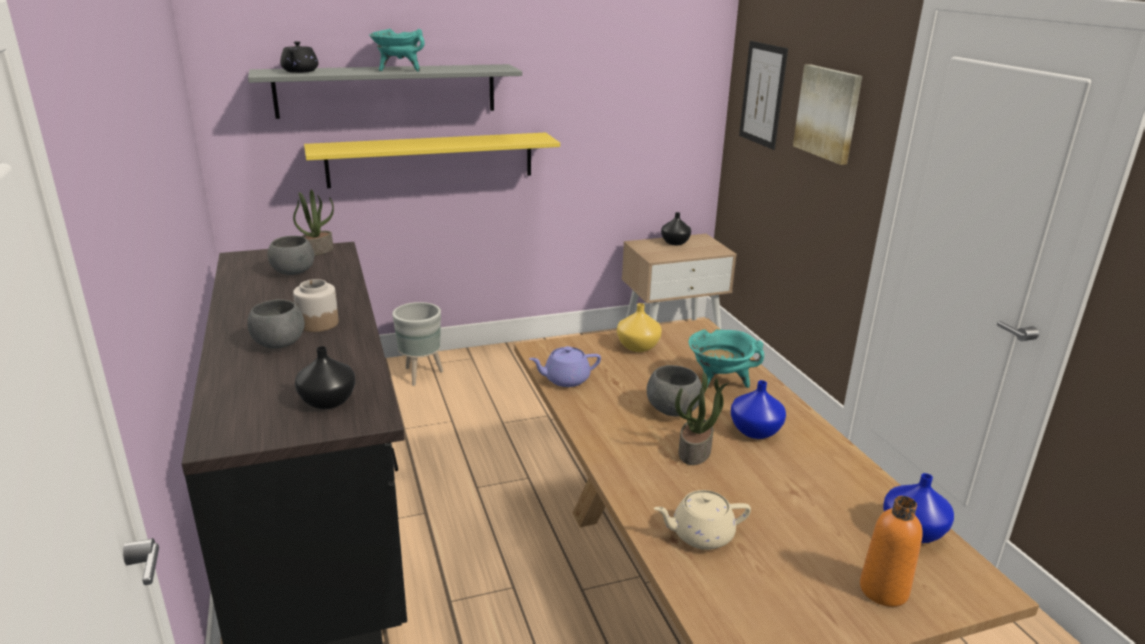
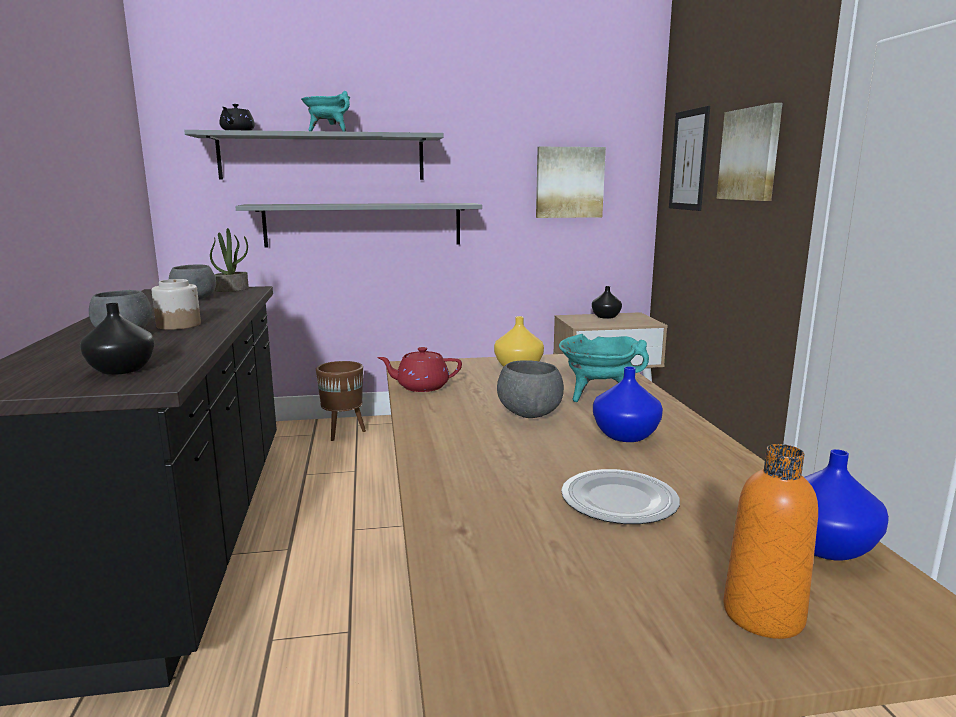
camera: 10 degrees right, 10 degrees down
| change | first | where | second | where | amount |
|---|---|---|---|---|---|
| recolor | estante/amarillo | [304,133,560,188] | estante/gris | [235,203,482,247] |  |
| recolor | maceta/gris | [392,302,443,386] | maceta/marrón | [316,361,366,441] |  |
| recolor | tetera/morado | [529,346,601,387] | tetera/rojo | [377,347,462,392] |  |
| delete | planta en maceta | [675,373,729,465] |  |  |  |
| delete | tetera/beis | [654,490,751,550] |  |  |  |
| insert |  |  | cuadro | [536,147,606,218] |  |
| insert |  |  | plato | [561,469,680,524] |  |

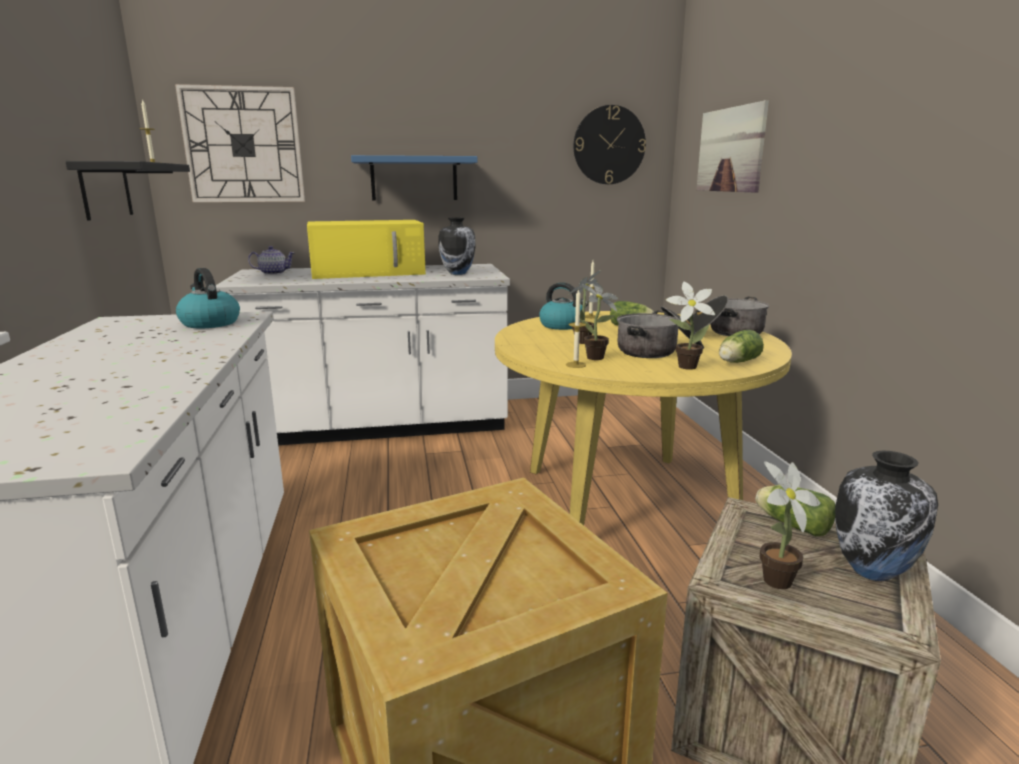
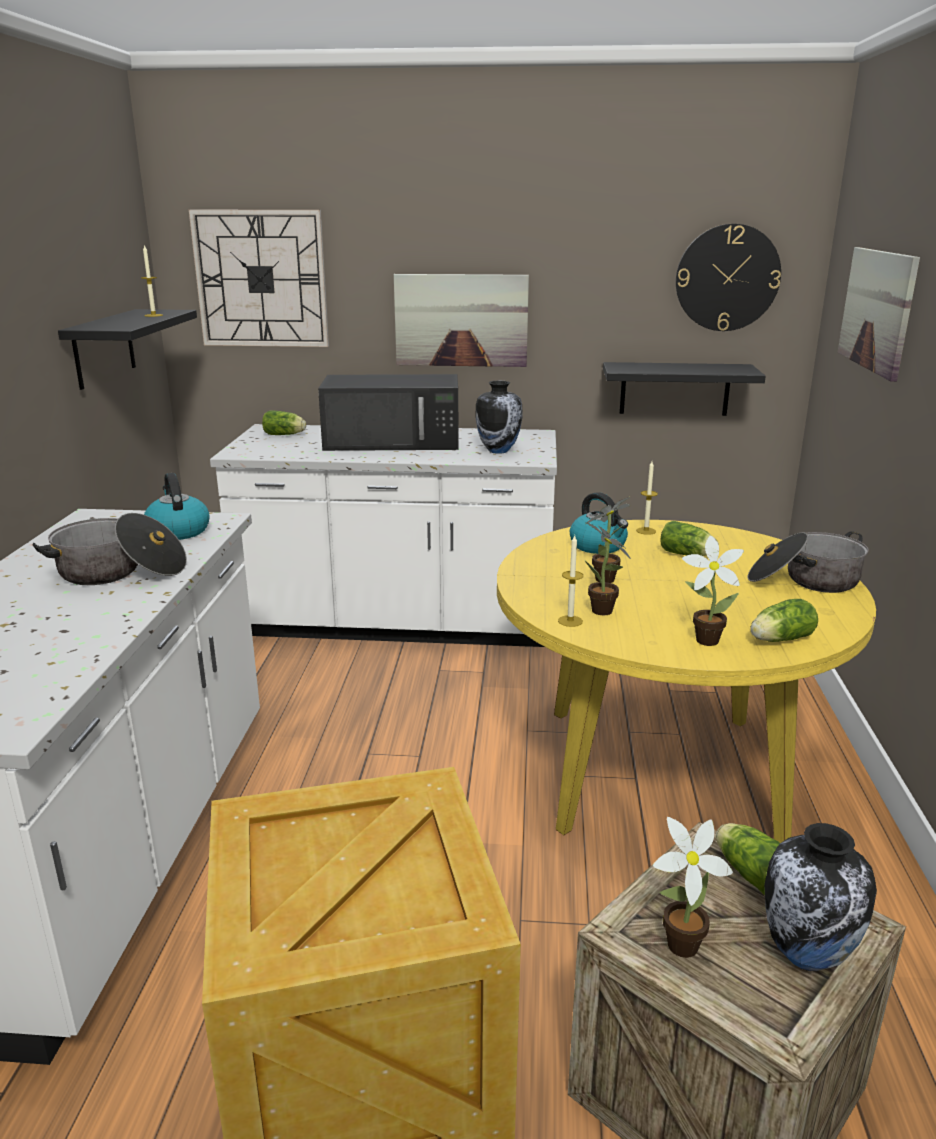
camera: 15 degrees right, 5 degrees up
| change | first | where | second | where | amount |
|---|---|---|---|---|---|
| replace | estante/azul | [351,155,477,200] | cuadro | [394,274,529,367] |  |
| recolor | microondas/amarillo | [307,220,426,279] | microondas/negro | [318,374,459,451] |  |
| replace | tetera | [248,246,295,275] | lechuga | [262,410,306,435] |  |
| move | olla | [617,306,704,358] |  | [33,513,187,585] |  |
| insert |  |  | estante/negro | [603,362,766,416] |  |

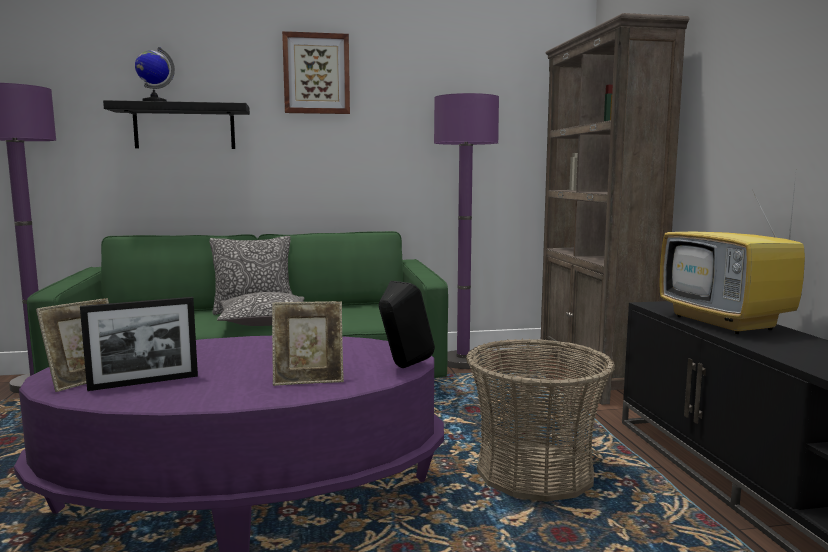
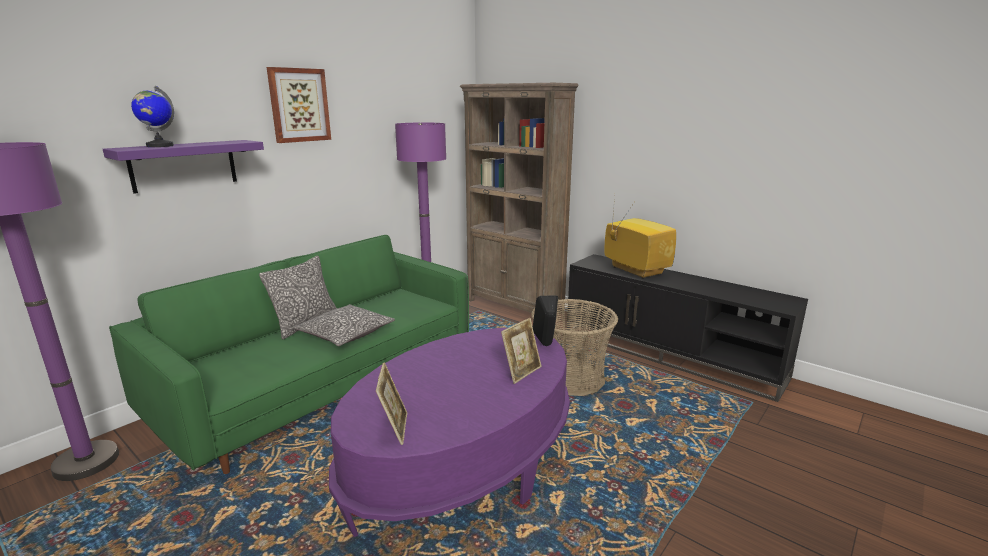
camera: 40 degrees left, 10 degrees up
| change | first | where | second | where | amount |
|---|---|---|---|---|---|
| recolor | estante/negro | [103,100,250,149] | estante/morado | [103,140,264,194] |  |
| rotate | televisor | [659,175,805,334] |  | [604,197,676,279] | 150 degrees counterclockwise |
| delete | portarretratos | [80,297,198,391] |  |  |  |

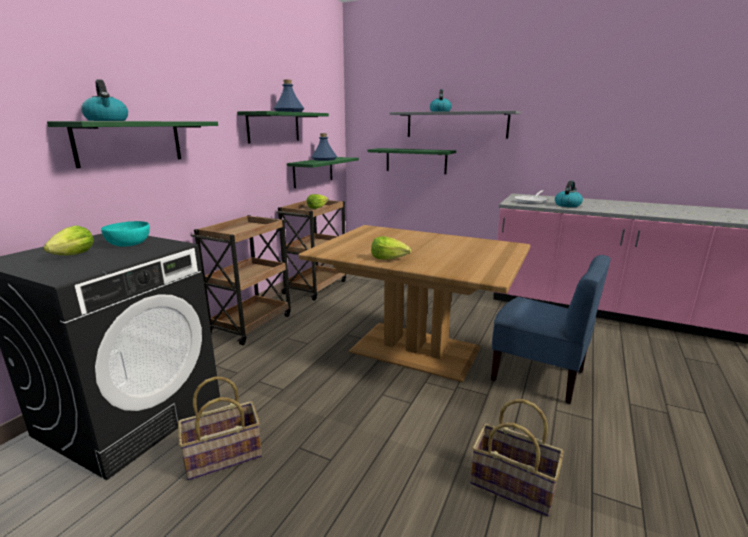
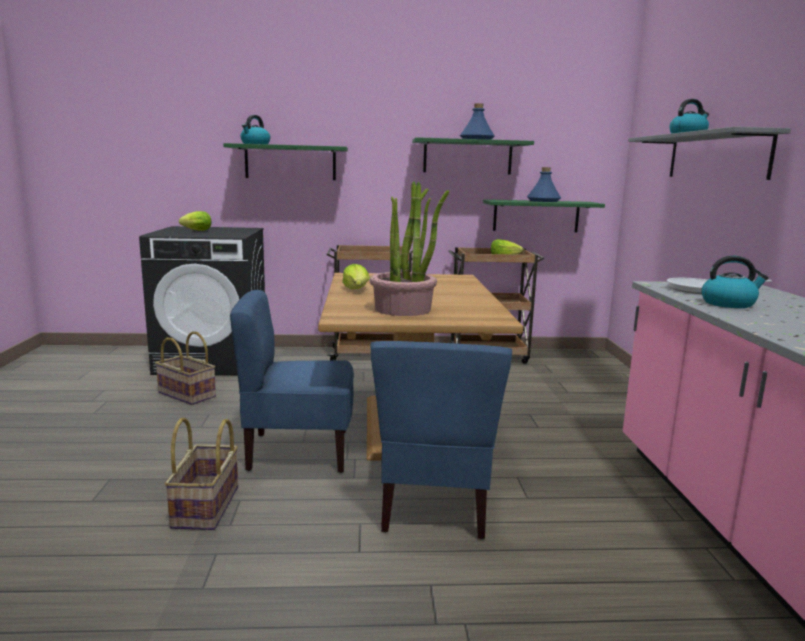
camera: 60 degrees right, 5 degrees down
| change | first | where | second | where | amount |
|---|---|---|---|---|---|
| delete | estante/verde | [368,148,456,174] |  |  |  |
| delete | cuenco/turquesa | [101,221,150,247] |  |  |  |
| insert |  |  | planta en maceta | [369,181,449,316] |  |
| insert |  |  | silla/azul | [230,290,354,473] |  |

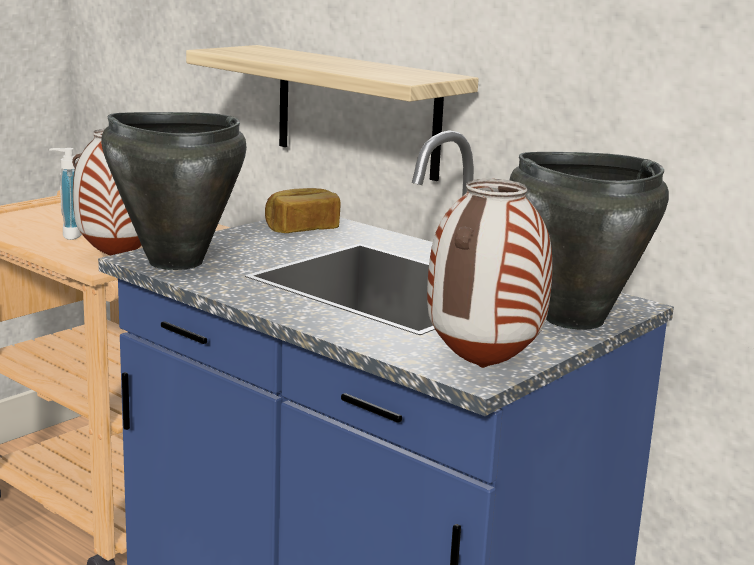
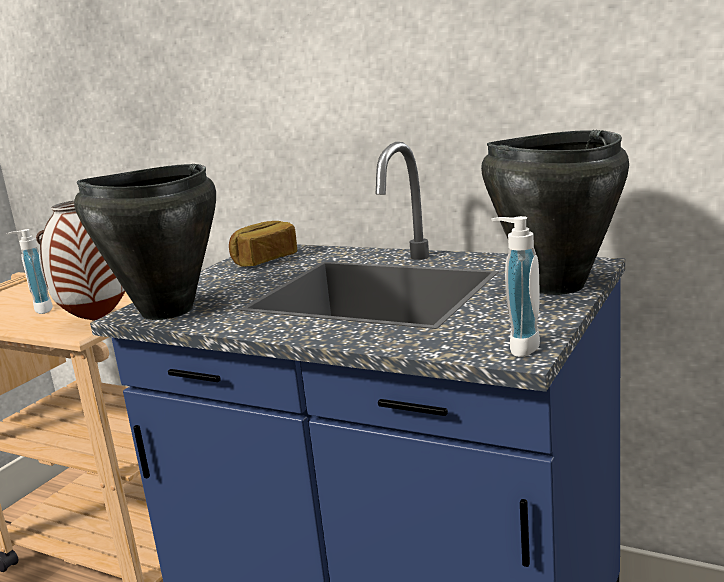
camera: 10 degrees left, 0 degrees up
| change | first | where | second | where | amount |
|---|---|---|---|---|---|
| delete | estante | [186,45,478,181] |  |  |  |
| replace | florero | [427,179,552,368] | dispensador de jabón | [491,216,540,357] |  |

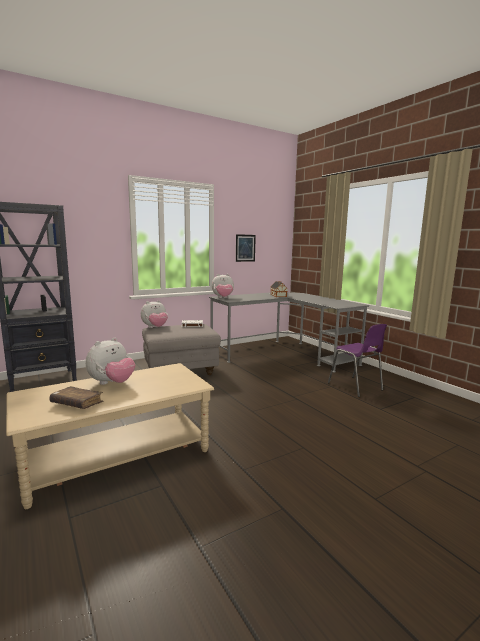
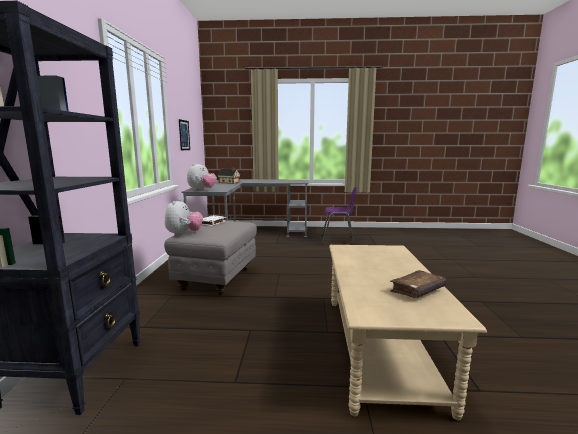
camera: 55 degrees left, 0 degrees up
| change | first | where | second | where | amount |
|---|---|---|---|---|---|
| delete | peluche | [86,337,135,385] |  |  |  |

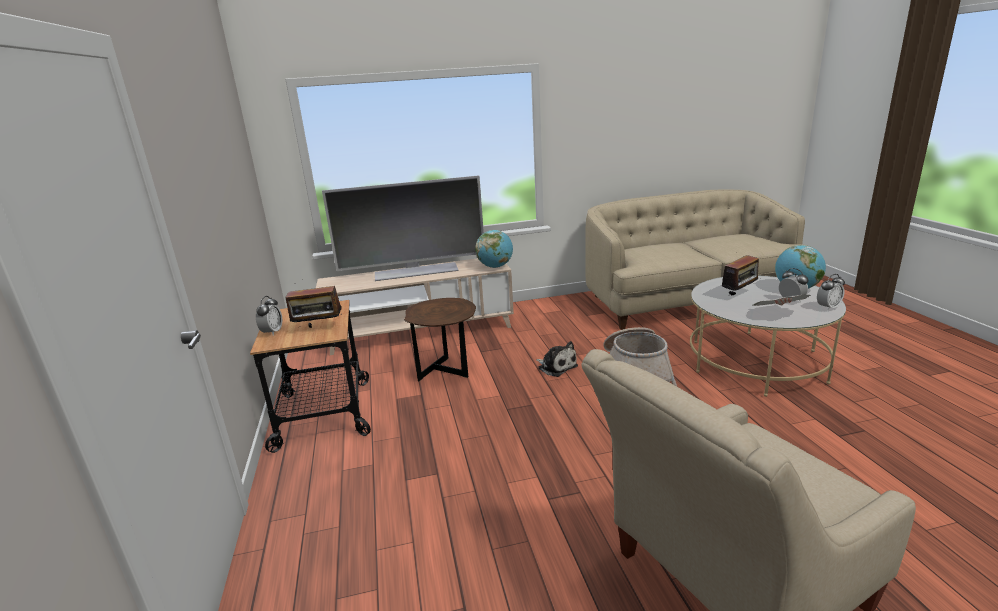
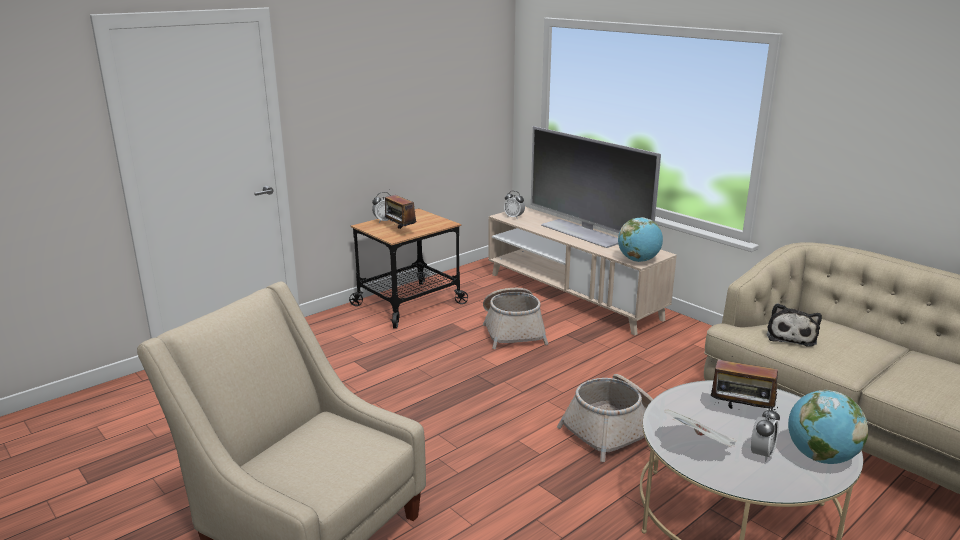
camera: 60 degrees right, 0 degrees up
| change | first | where | second | where | amount |
|---|---|---|---|---|---|
| move | despertador | [817,274,845,311] |  | [504,191,525,219] |  |
| replace | mesa auxiliar/marrón | [404,298,476,381] | cesta | [483,288,548,349] |  |
| move | peluche | [536,341,578,377] |  | [767,303,822,347] |  |

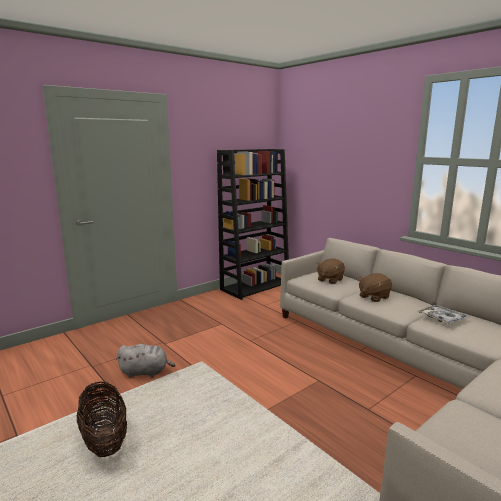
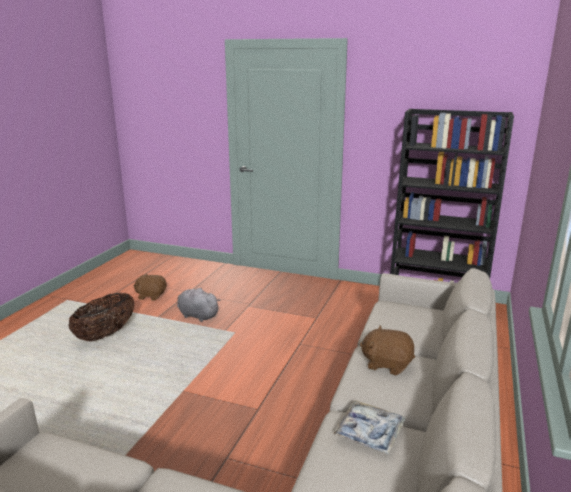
camera: 60 degrees right, 5 degrees up
| change | first | where | second | where | amount |
|---|---|---|---|---|---|
| move | peluche/marrón | [316,258,345,284] |  | [134,274,167,301] |  |
| rotate | peluche/gris | [116,344,175,378] |  | [177,288,221,322] | 150 degrees clockwise |

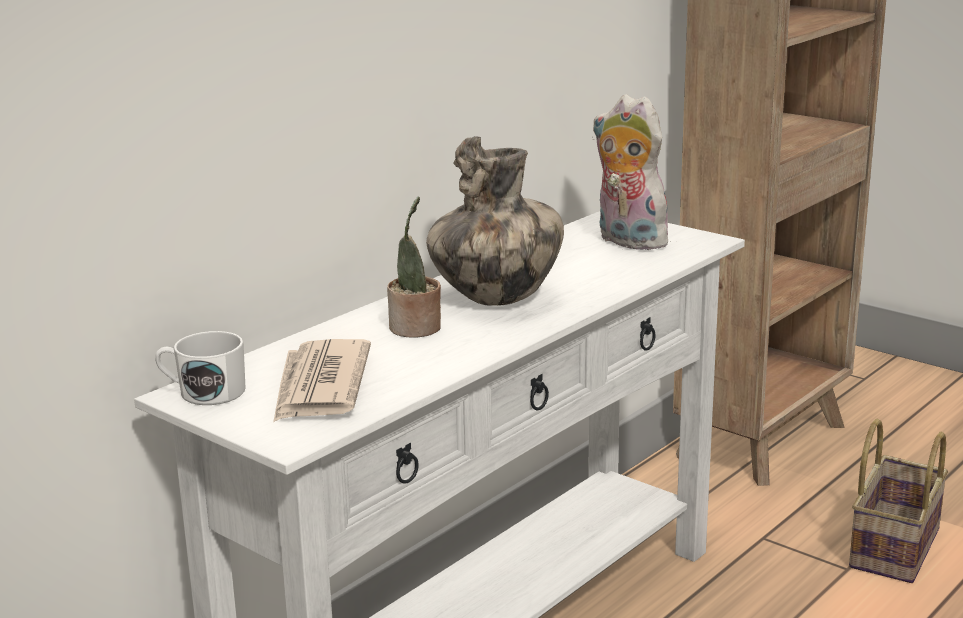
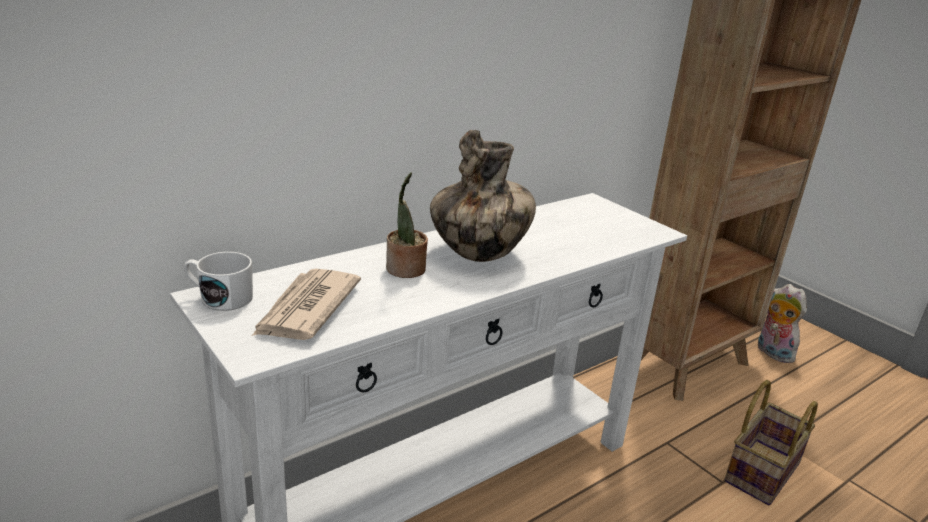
camera: 10 degrees right, 5 degrees up
| change | first | where | second | where | amount |
|---|---|---|---|---|---|
| move | peluche | [592,94,677,250] |  | [758,284,807,363] |  |

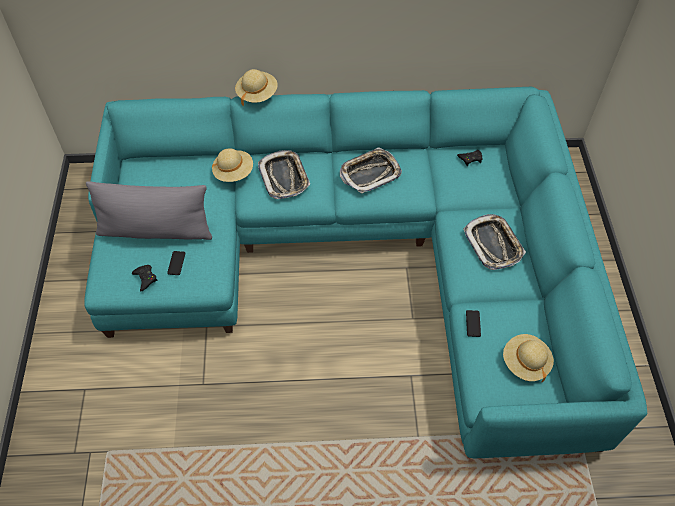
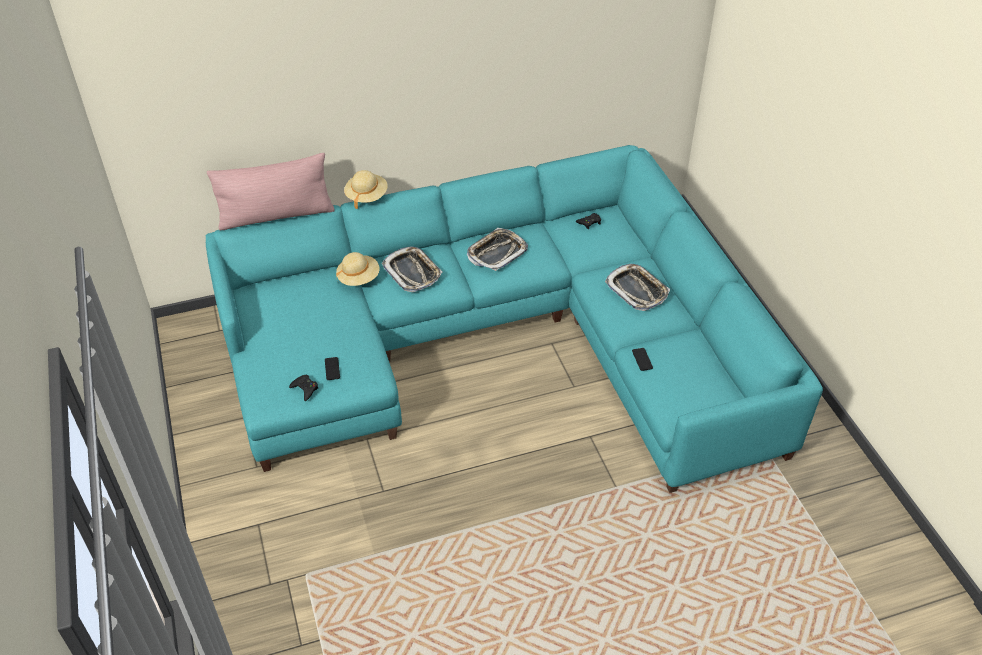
camera: 15 degrees left, 10 degrees down
| change | first | where | second | where | amount |
|---|---|---|---|---|---|
| delete | cojín/gris | [86,181,212,240] |  |  |  |
| delete | sombrero/beis | [503,334,554,382] |  |  |  |
| insert |  |  | cojín/rosa | [207,153,335,230] |  |

